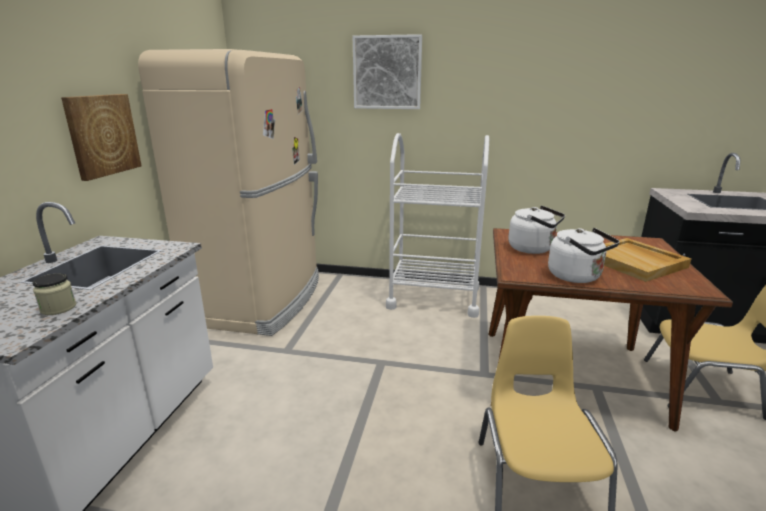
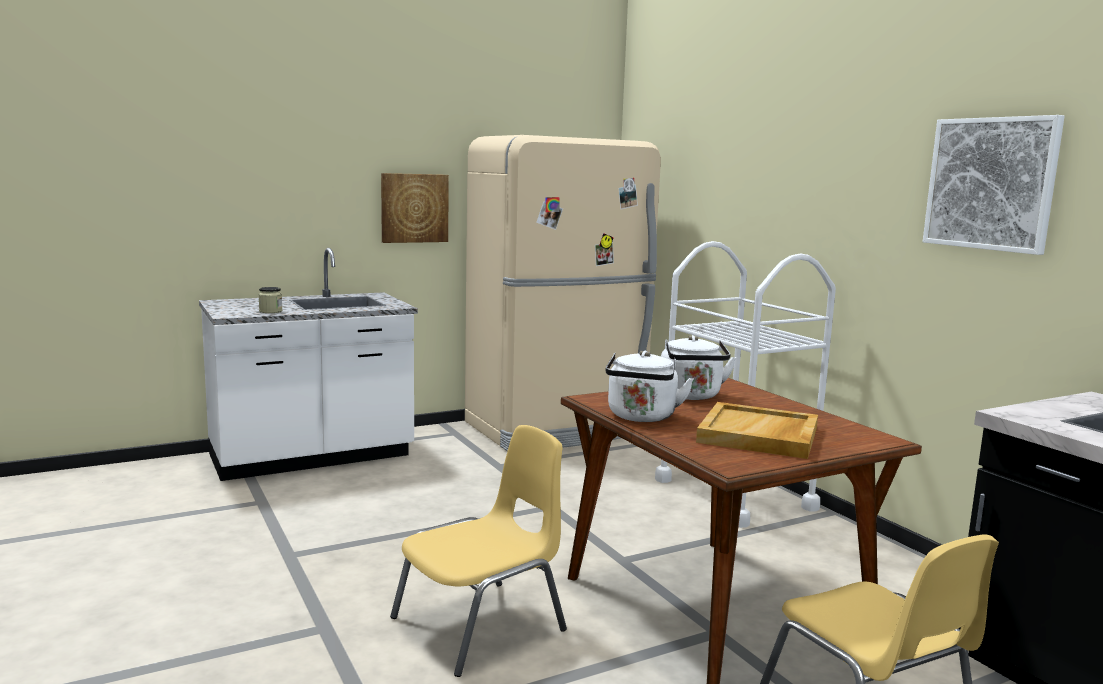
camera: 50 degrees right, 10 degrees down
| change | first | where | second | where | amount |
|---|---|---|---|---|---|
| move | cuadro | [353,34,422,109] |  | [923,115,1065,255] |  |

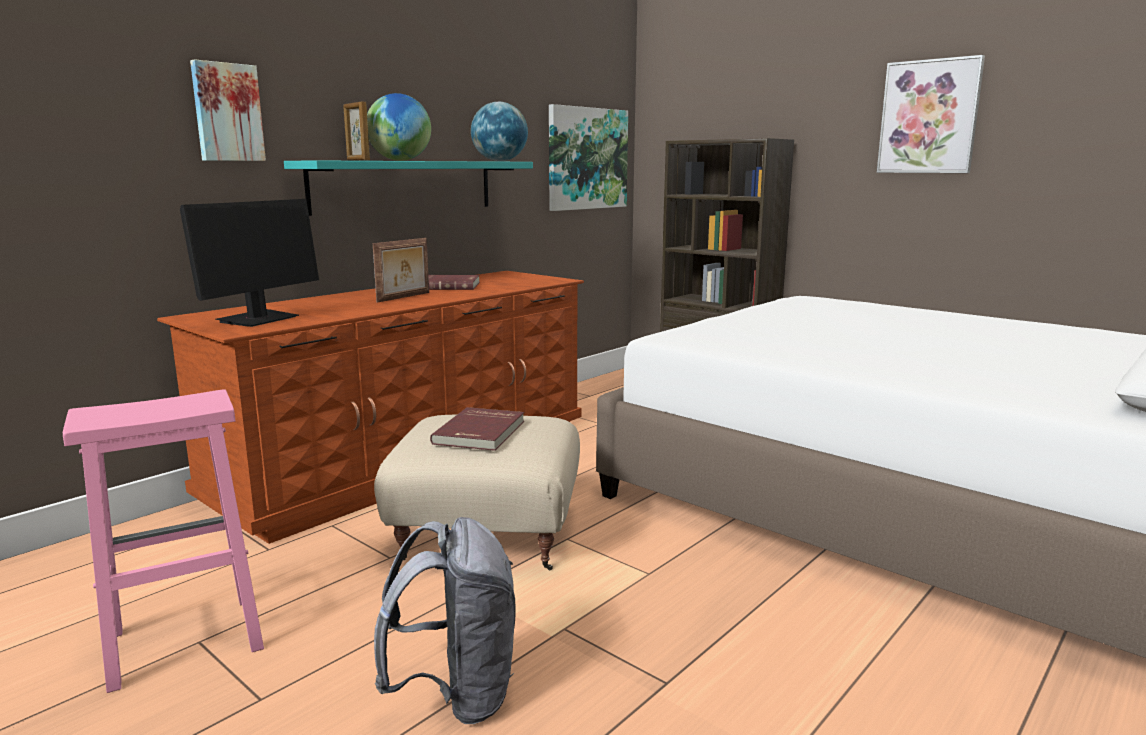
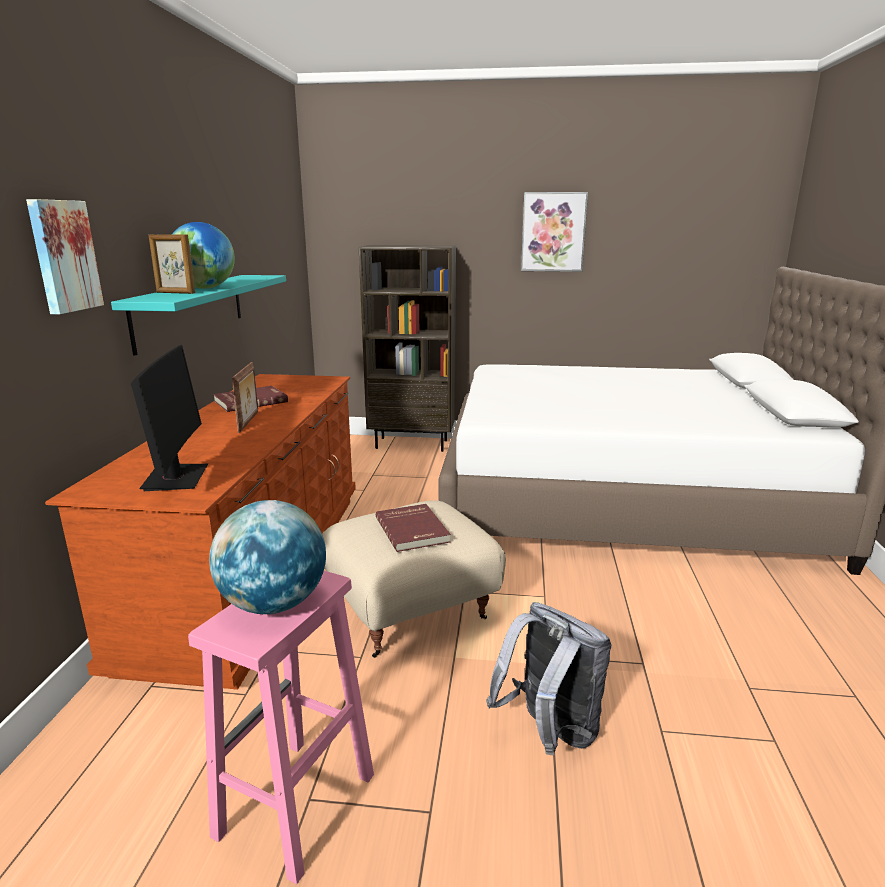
camera: 35 degrees left, 5 degrees up
| change | first | where | second | where | amount |
|---|---|---|---|---|---|
| move | globo terráqueo | [471,102,528,161] |  | [209,500,326,614] |  |
| delete | cuadro | [549,104,628,211] |  |  |  |

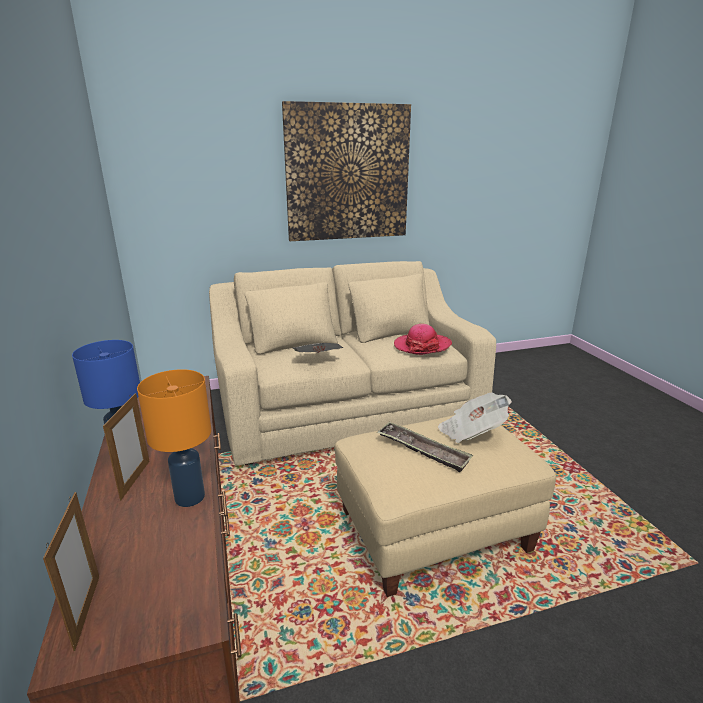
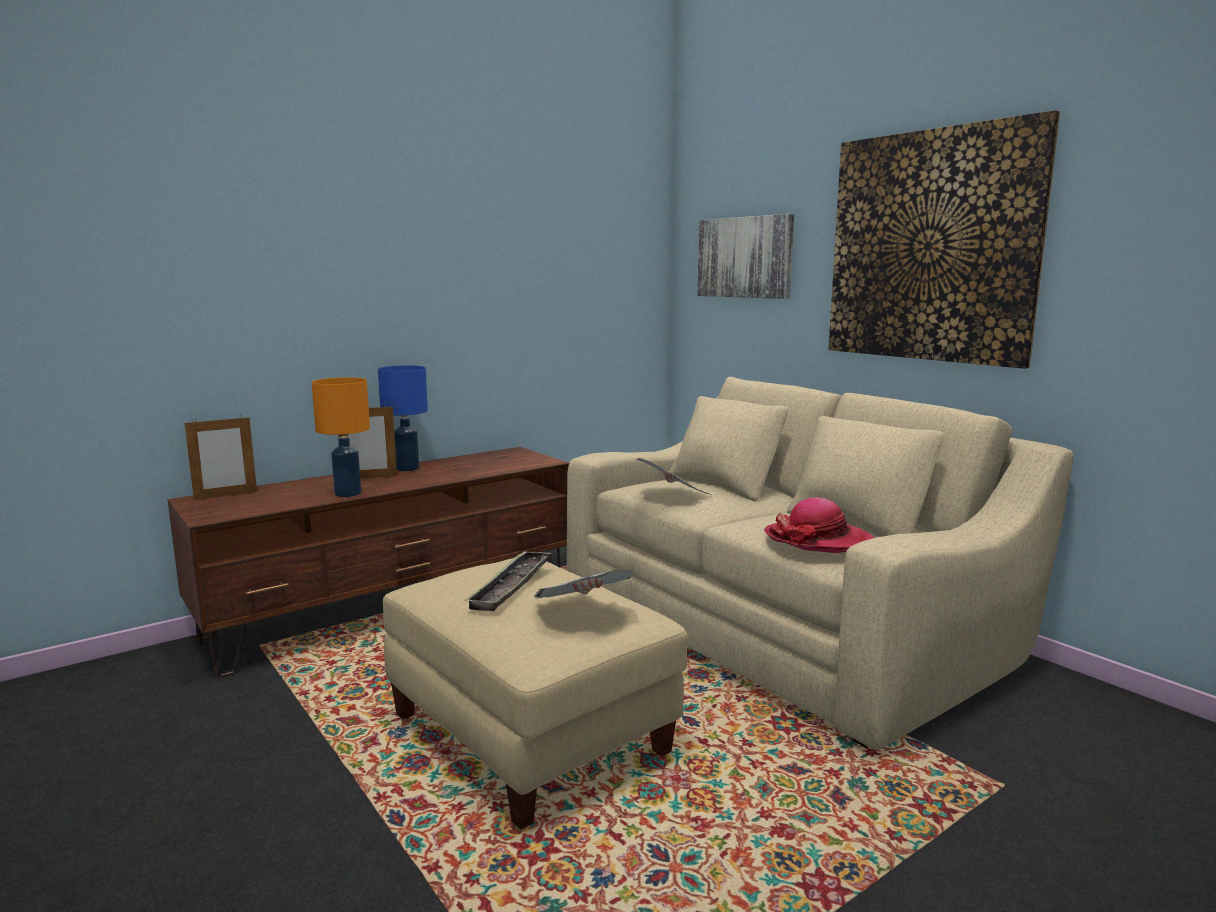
camera: 70 degrees right, 10 degrees down
| change | first | where | second | where | amount |
|---|---|---|---|---|---|
| insert |  |  | cuadro | [697,214,794,299] |  |

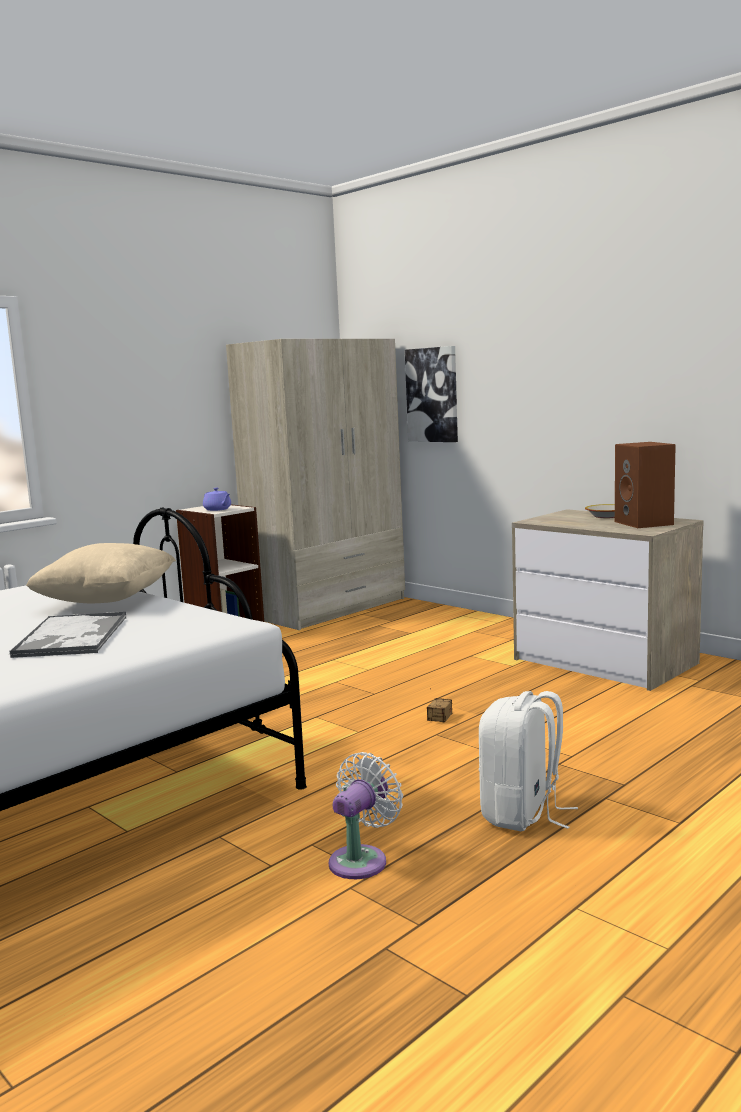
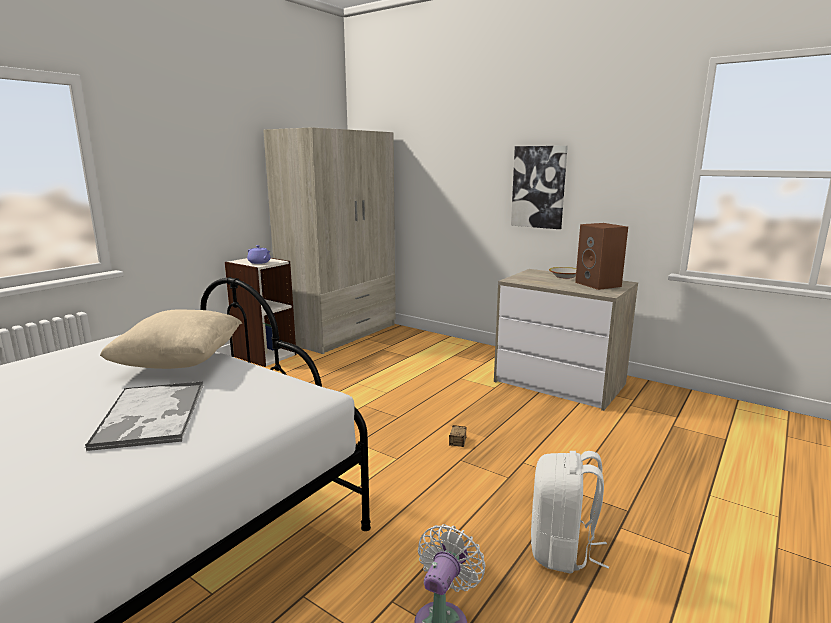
camera: 10 degrees left, 5 degrees up
| change | first | where | second | where | amount |
|---|---|---|---|---|---|
| move | cuadro | [405,346,458,442] |  | [511,146,568,229] |  |

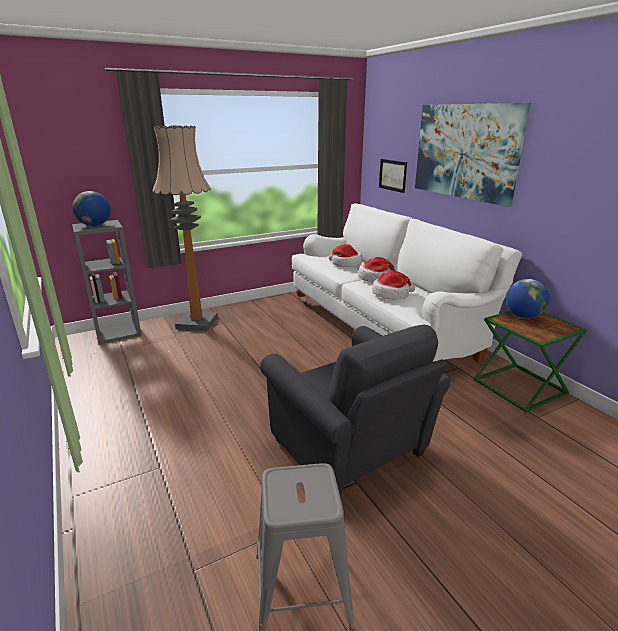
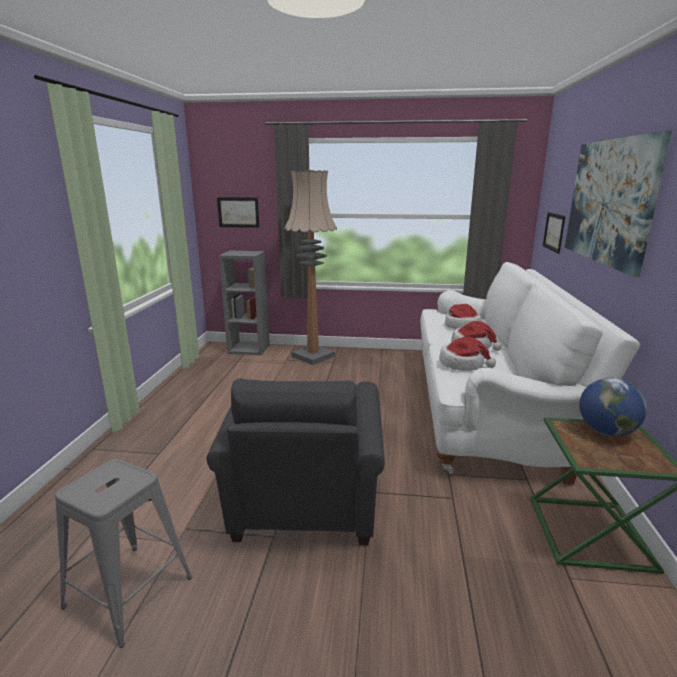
camera: 35 degrees right, 5 degrees down
| change | first | where | second | where | amount |
|---|---|---|---|---|---|
| delete | globo terráqueo | [72,191,111,226] |  |  |  |
| insert |  |  | cuadro | [217,197,259,228] |  |

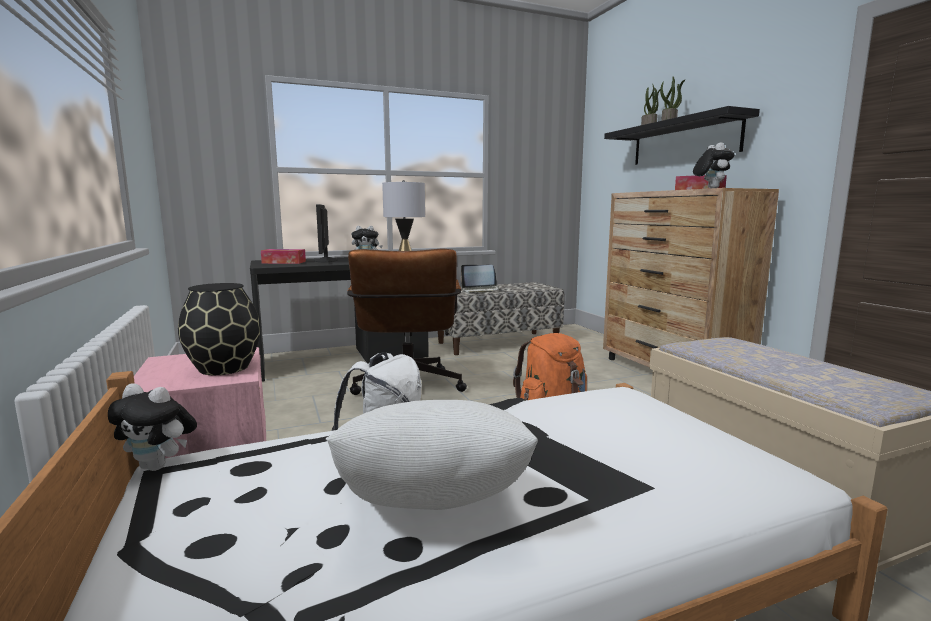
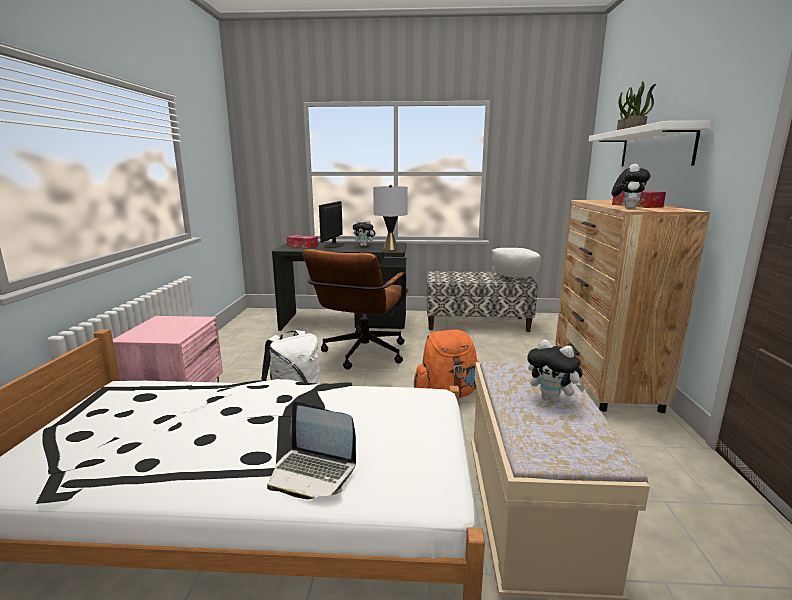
camera: 25 degrees right, 5 degrees up
| change | first | where | second | where | amount |
|---|---|---|---|---|---|
| recolor | estante/negro | [604,106,760,165] | estante/blanco | [589,121,711,167] |  |
| move | portátil | [460,265,502,293] |  | [267,401,356,499] |  |
| delete | florero/negro | [178,283,260,375] |  |  |  |
| move | peluche | [108,383,197,471] |  | [527,339,585,403] |  |
| move | cojín/blanco | [326,400,538,510] |  | [492,248,541,278] |  |

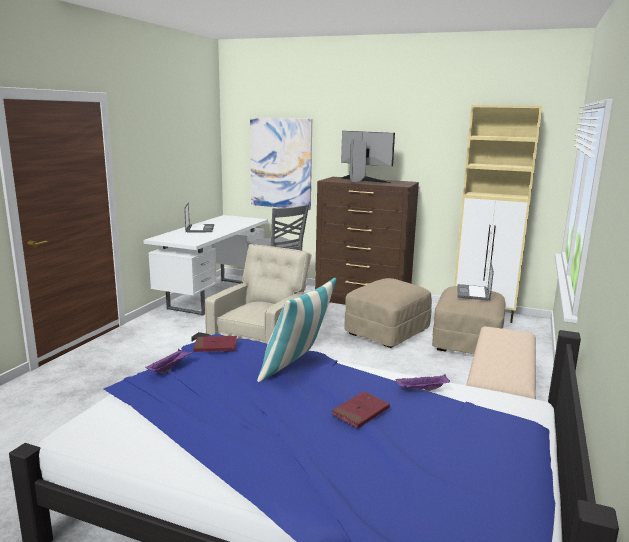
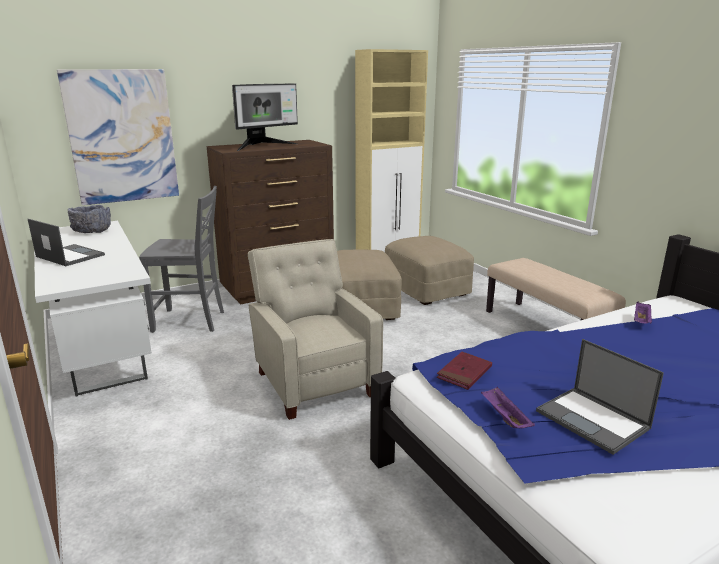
camera: 50 degrees left, 5 degrees up
| change | first | where | second | where | amount |
|---|---|---|---|---|---|
| rotate | monitor | [341,131,395,183] |  | [232,84,298,151] | 150 degrees clockwise |
| move | portátil | [457,262,494,301] |  | [536,339,664,455] |  |
| delete | cojín | [257,278,336,382] |  |  |  |
| delete | libro/rojo | [332,391,390,428] |  |  |  |
| insert |  |  | cuenco/gris | [68,205,111,233] |  |

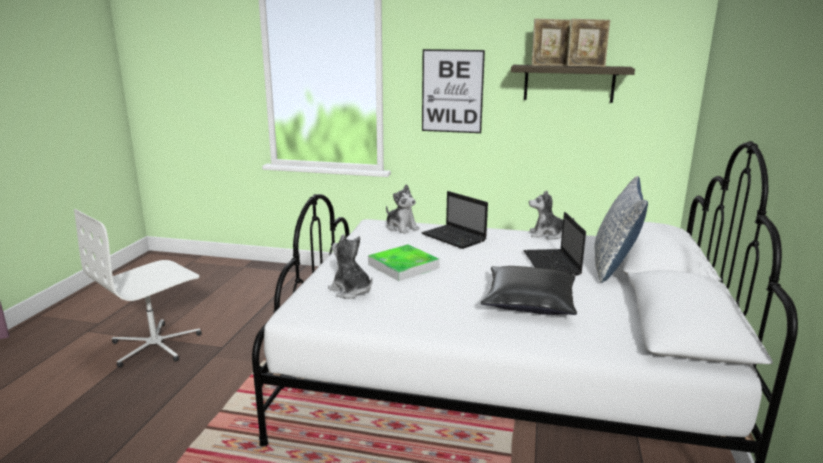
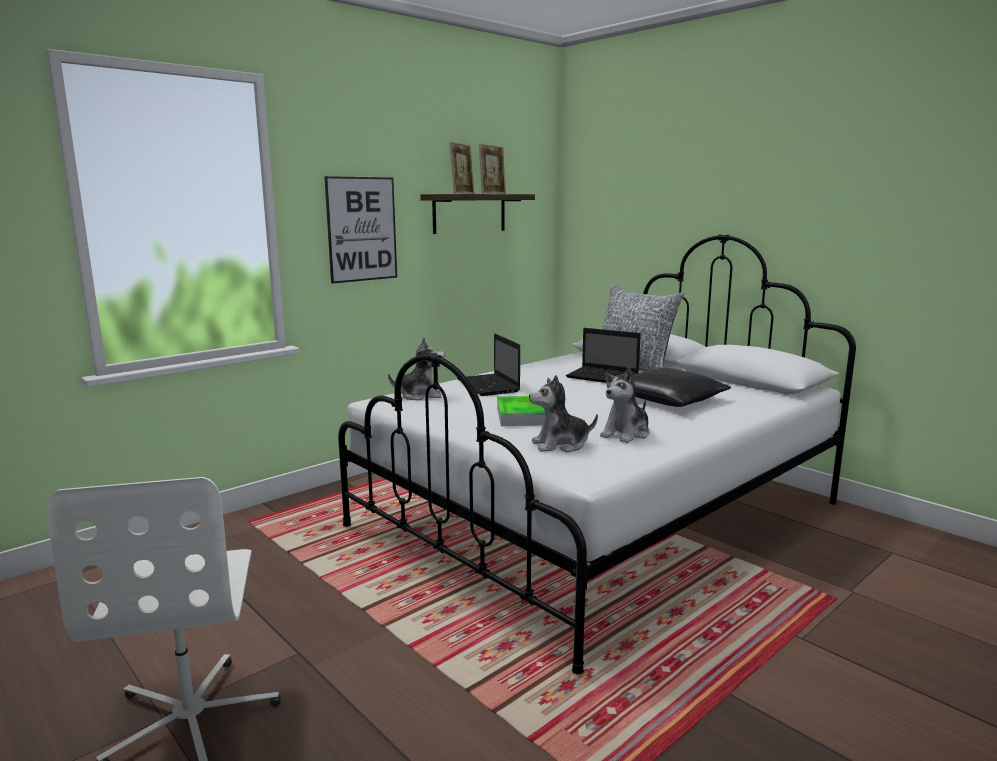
camera: 55 degrees left, 5 degrees down
| change | first | where | second | where | amount |
|---|---|---|---|---|---|
| move | peluche | [529,190,574,240] |  | [600,367,650,443] |  |
| rotate | portátil | [422,191,488,249] |  | [457,333,520,396] | 75 degrees clockwise |

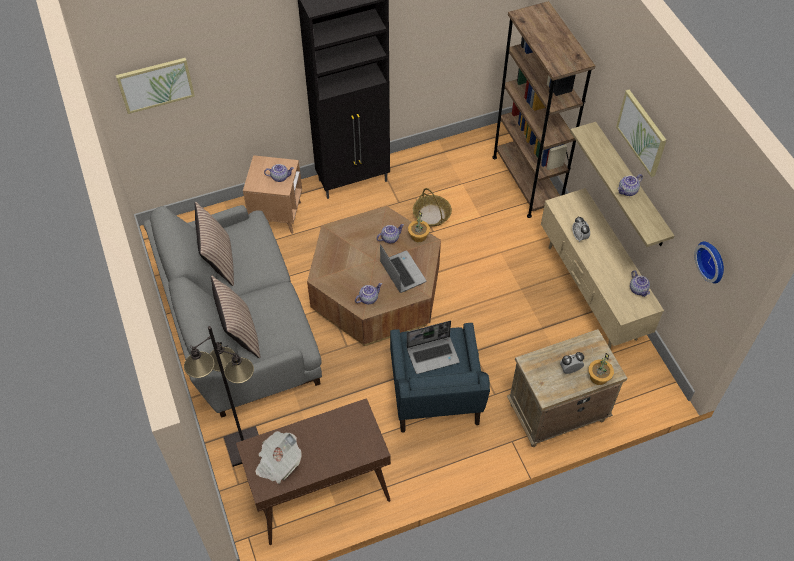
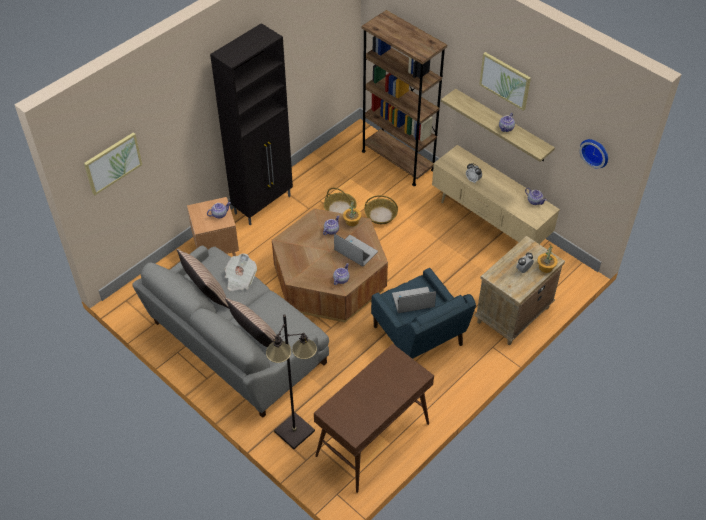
camera: 25 degrees left, 5 degrees down
| change | first | where | second | where | amount |
|---|---|---|---|---|---|
| rotate | portátil | [407,321,460,374] |  | [392,287,436,313] | 150 degrees counterclockwise |
| move | periódico | [255,431,302,484] |  | [225,253,257,291] |  |
| insert |  |  | cesta | [365,195,398,224] |  |

